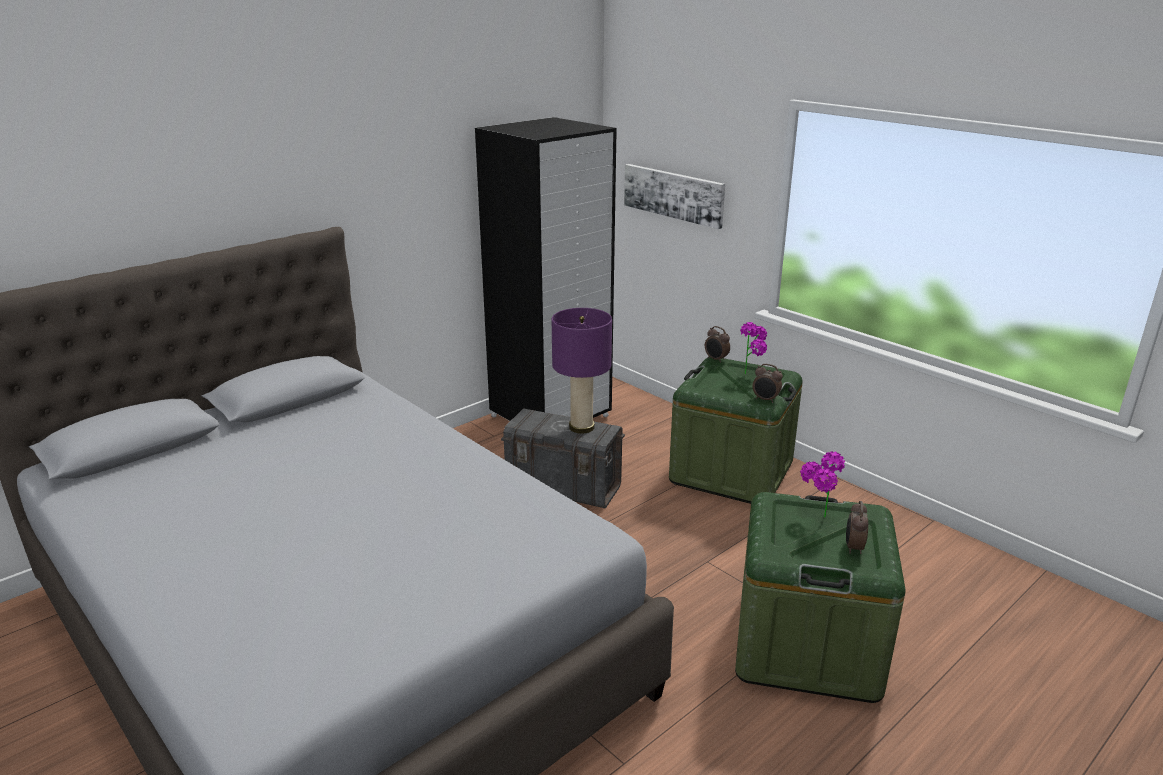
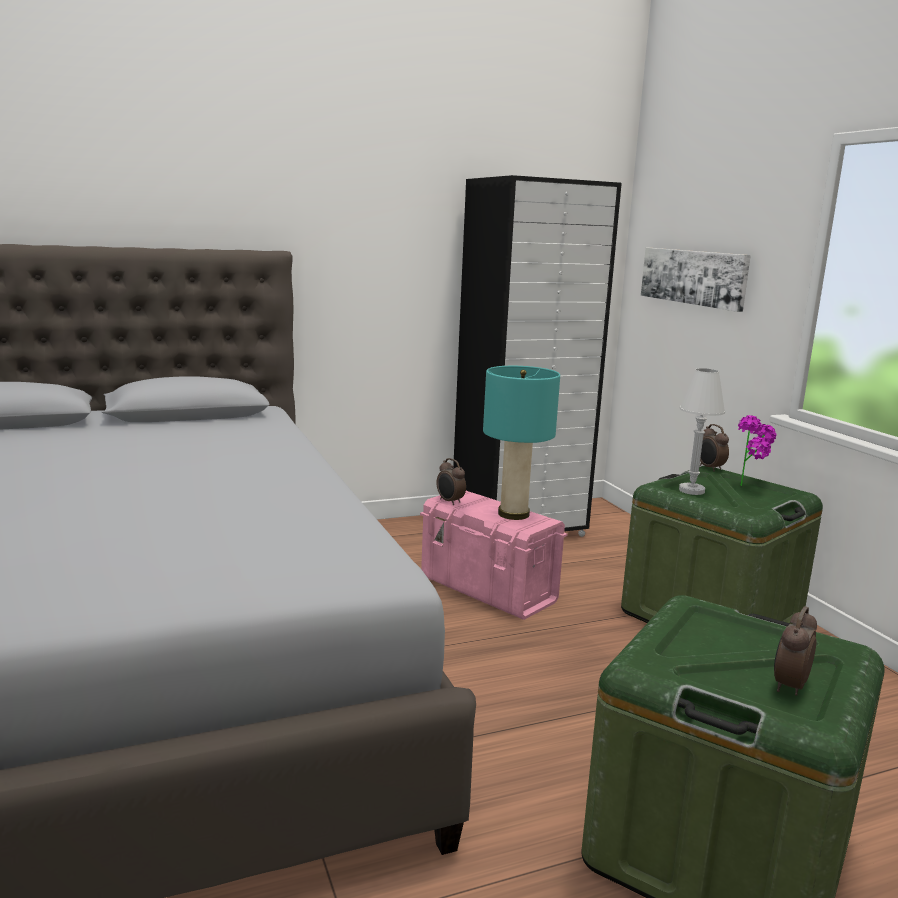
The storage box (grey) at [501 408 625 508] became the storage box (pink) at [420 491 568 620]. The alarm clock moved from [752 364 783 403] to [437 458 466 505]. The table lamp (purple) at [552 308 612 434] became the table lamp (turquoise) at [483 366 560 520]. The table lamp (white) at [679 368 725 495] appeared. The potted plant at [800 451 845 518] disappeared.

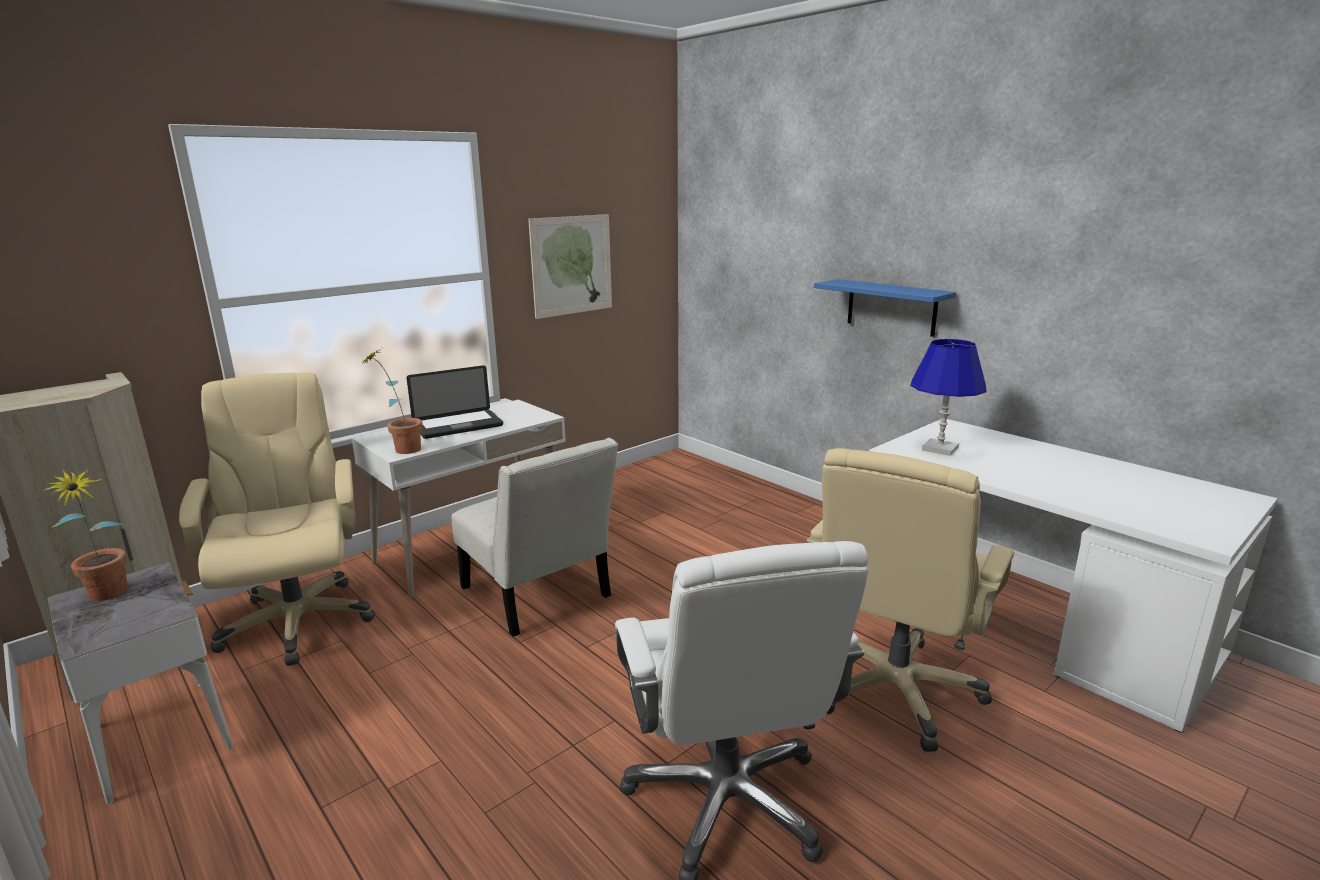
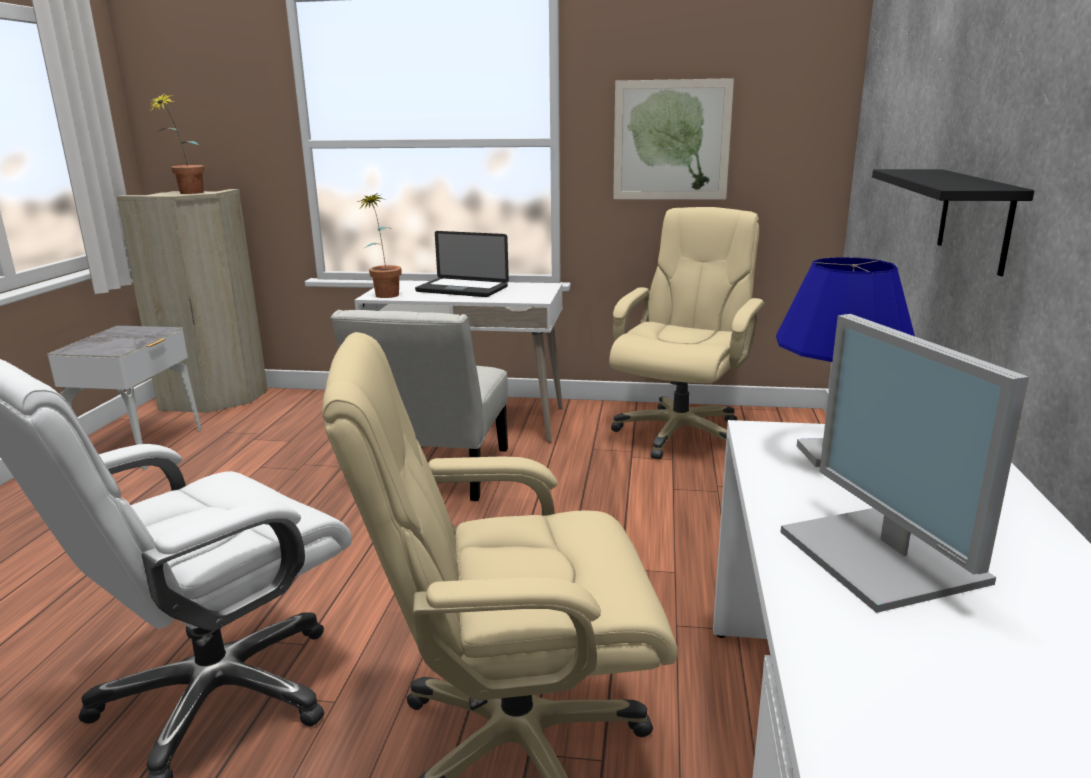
The potted plant moved from [44 470 128 601] to [151 94 204 194]. The office chair (beige) moved from [179 372 375 666] to [609 207 765 459]. The monitor at [781 314 1029 613] appeared. The shelf (blue) at [814 279 956 337] became the shelf (black) at [872 169 1034 276].

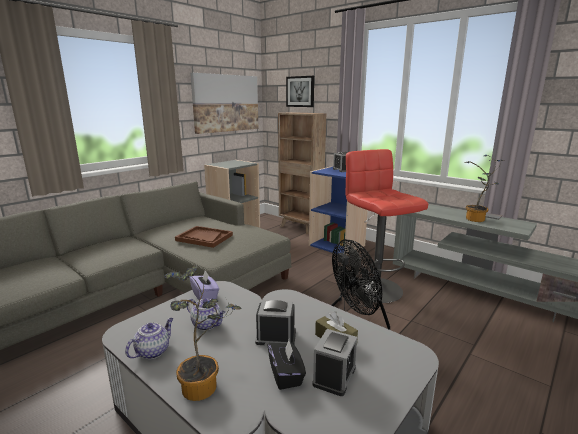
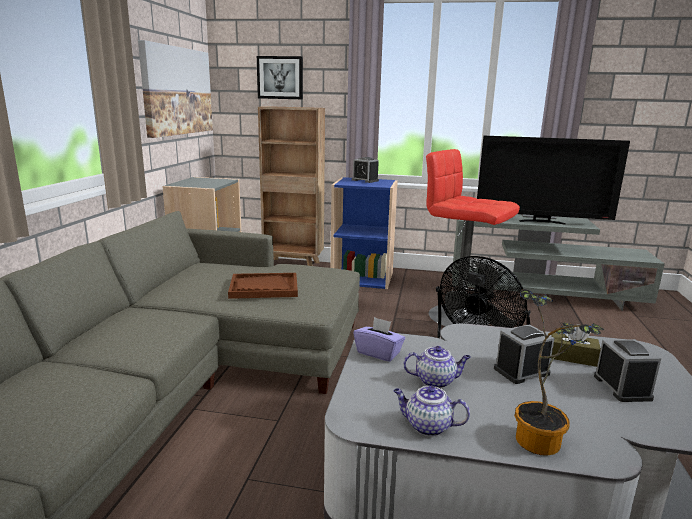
The teapot at [125 318 173 359] turned 75 degrees counterclockwise. The potted plant at [464 155 503 222] was replaced by the television at [477 135 630 225]. The tissue box (black) at [268 340 306 390] disappeared.

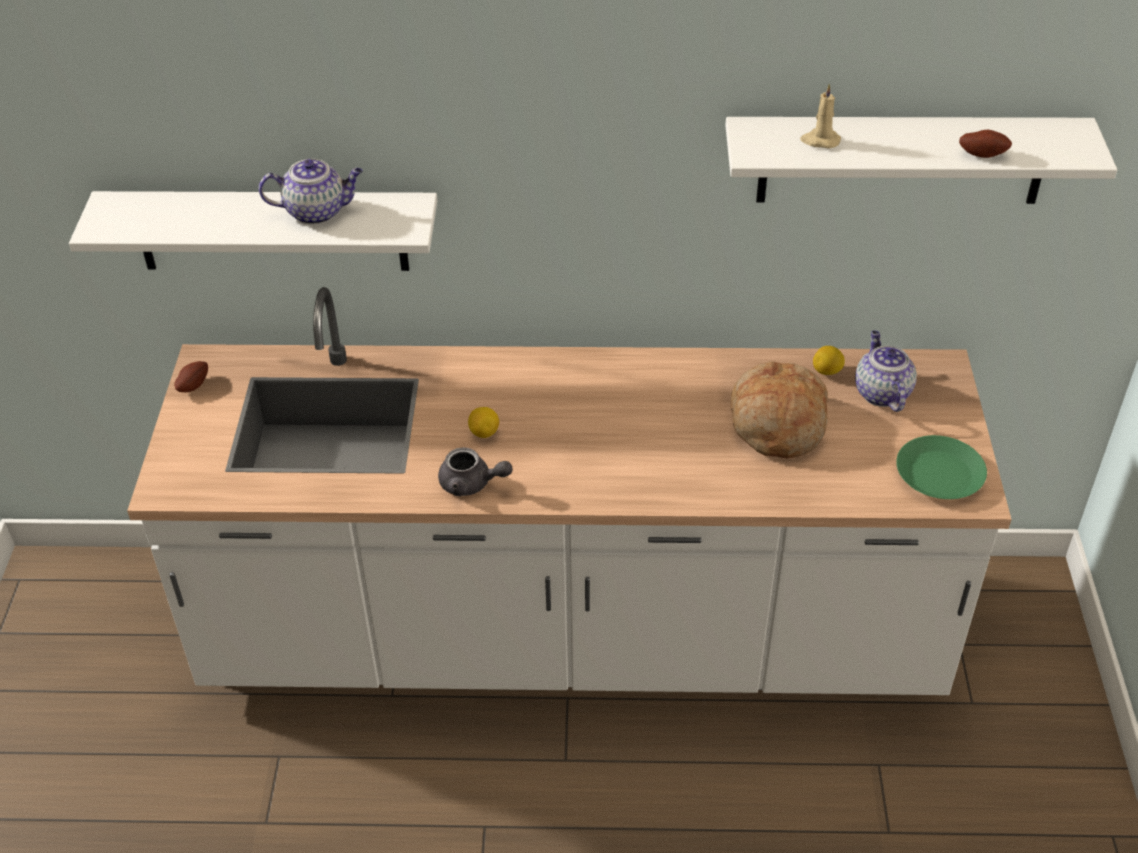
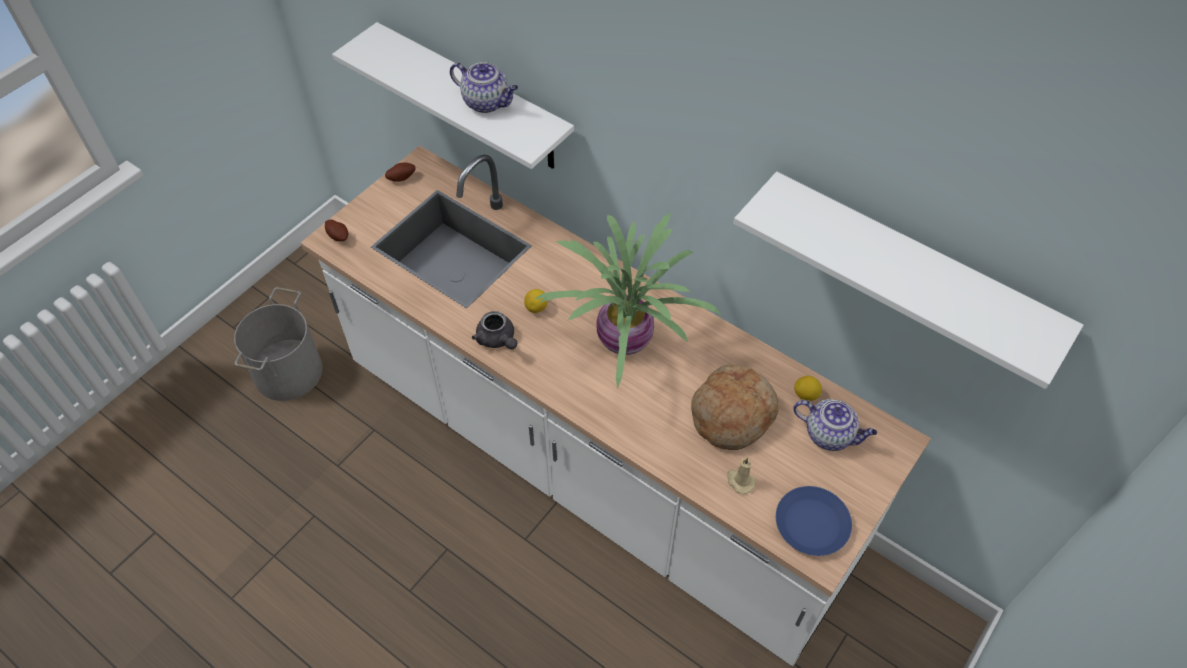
The bucket (grey) at [234 287 323 401] appeared. The potato moved from [959 129 1012 158] to [325 220 348 242]. The potted plant at [535 212 722 389] appeared. The candle (beige) moved from [800 84 841 148] to [727 458 756 494]. The plate (green) at [896 435 987 499] became the plate (blue) at [776 486 852 556]. The teapot at [855 331 917 412] turned 90 degrees clockwise.

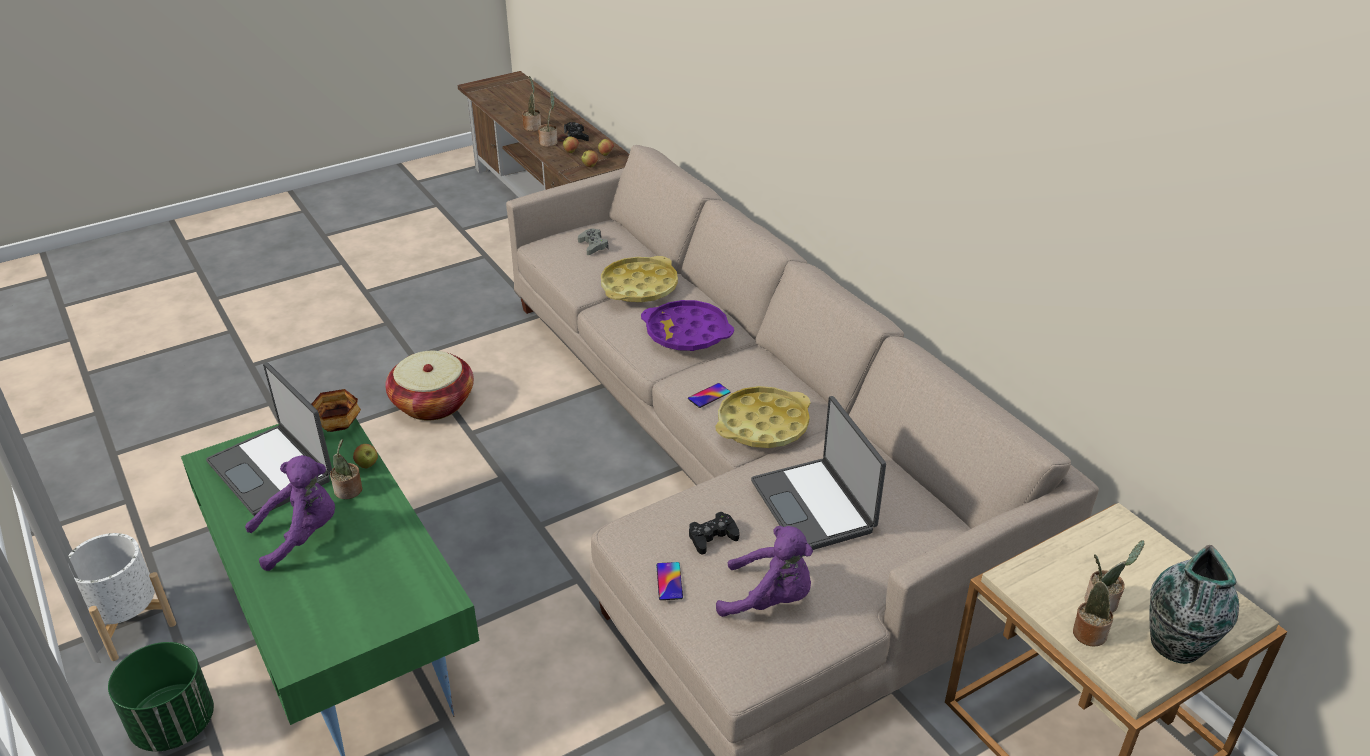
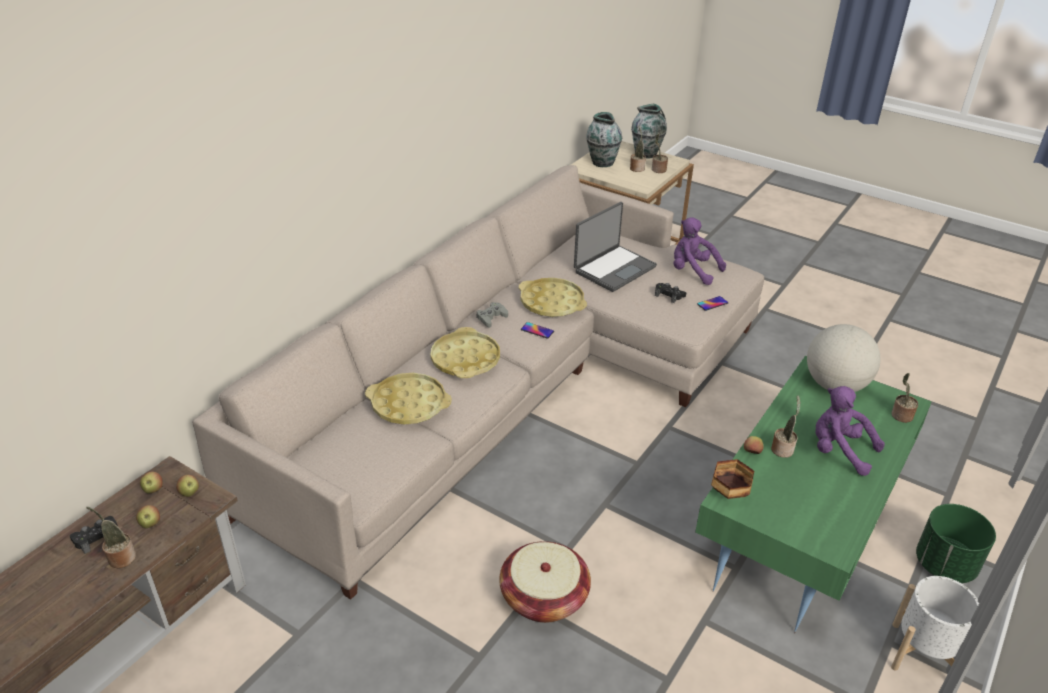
The tray (purple) at [641 300 734 351] became the tray (yellow) at [431 327 500 378]. The game controller (grey) moved from [578 229 609 255] to [476 302 508 328]. The vase at [586 112 622 167] appeared. The plush toy (purple) at [716 526 813 617] turned 45 degrees counterclockwise. The globe at [807 324 881 392] appeared. The potted plant moved from [522 76 541 131] to [891 373 918 423]. The laptop at [206 362 332 516] disappeared.

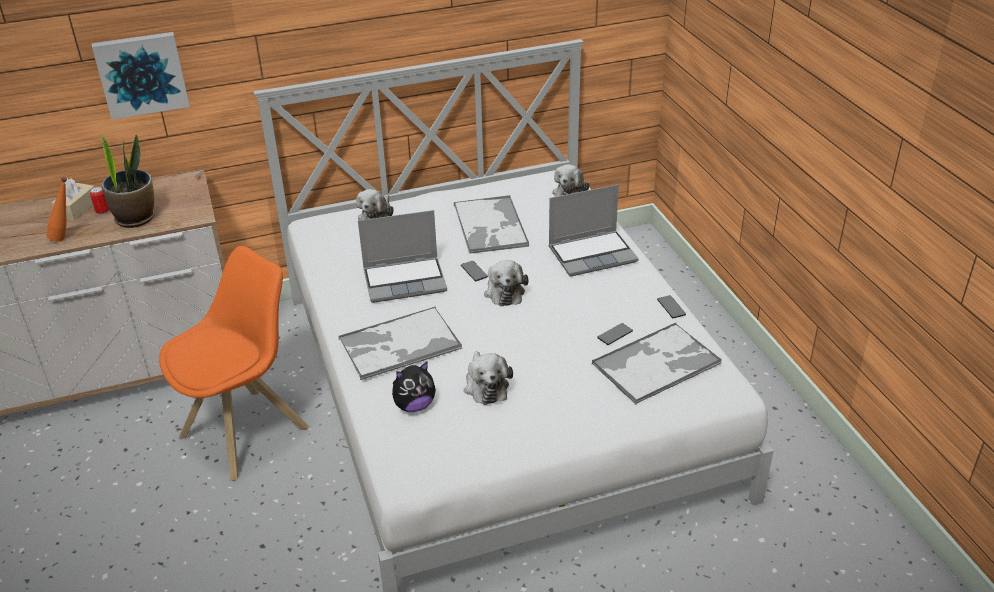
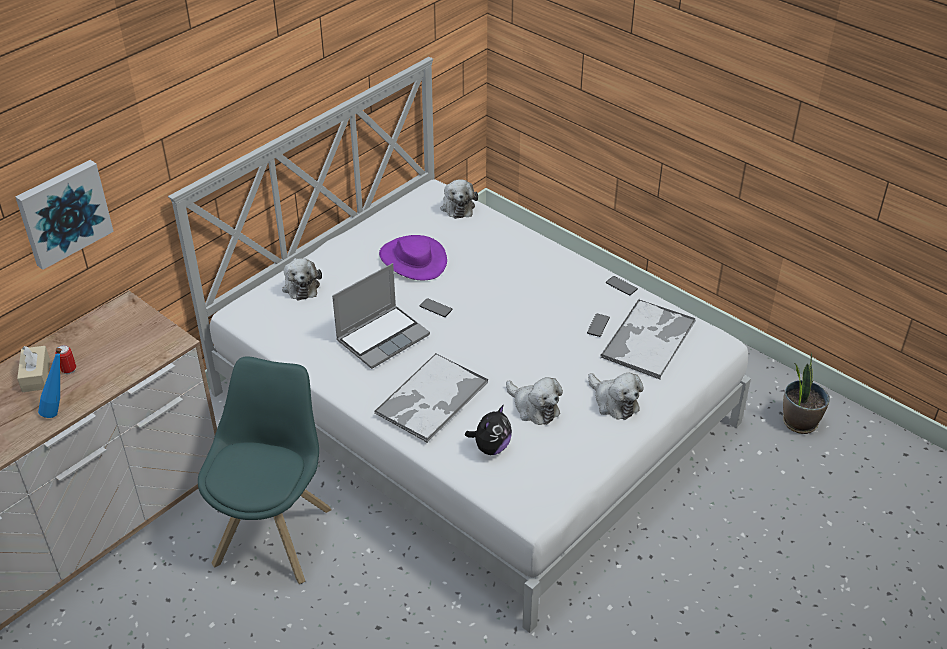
The bottle (orange) at [46 177 67 242] became the bottle (blue) at [38 348 62 418]. The chair (orange) at [159 246 308 481] became the chair (turquoise) at [198 356 332 584]. The tray at [454 195 529 254] was replaced by the hat (purple) at [379 235 447 280]. The plush toy moved from [484 260 529 306] to [588 373 644 420]. The potted plant moved from [100 133 154 228] to [783 353 829 434]. The laptop at [549 184 639 277] disappeared.

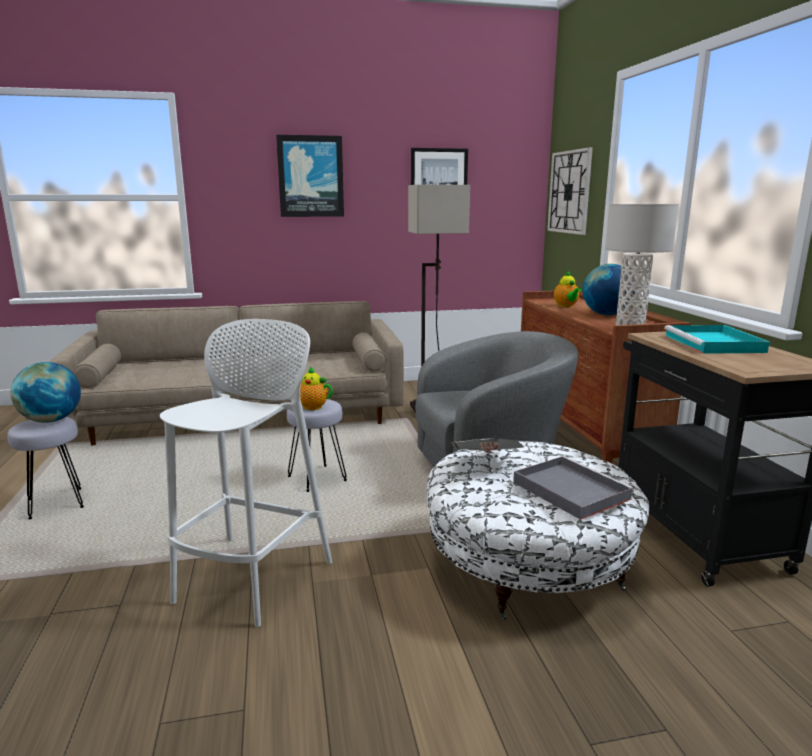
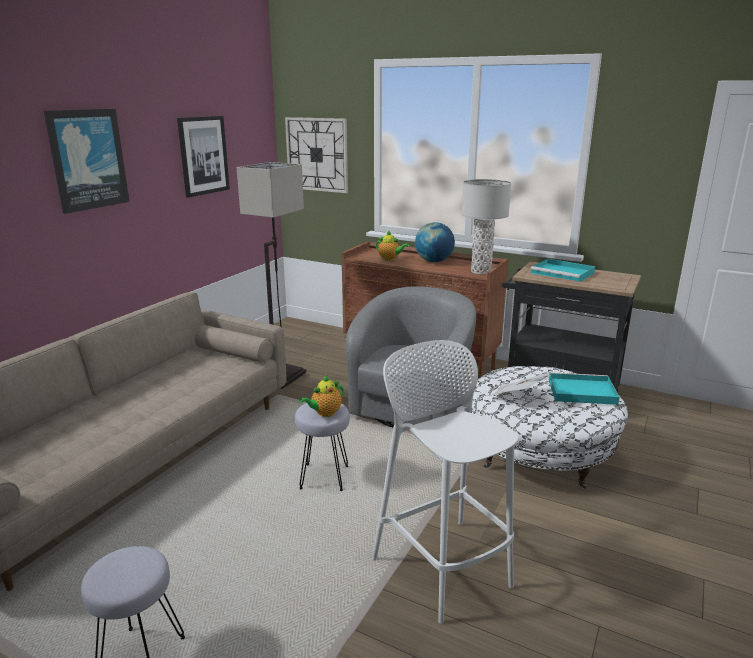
The tray (grey) at [513 456 634 520] became the tray (turquoise) at [548 372 620 405]. The globe at [11 362 81 423] disappeared.

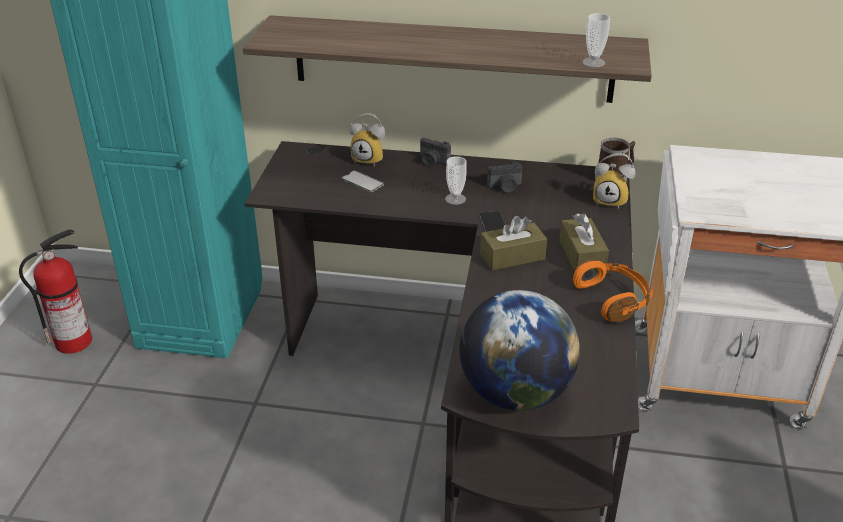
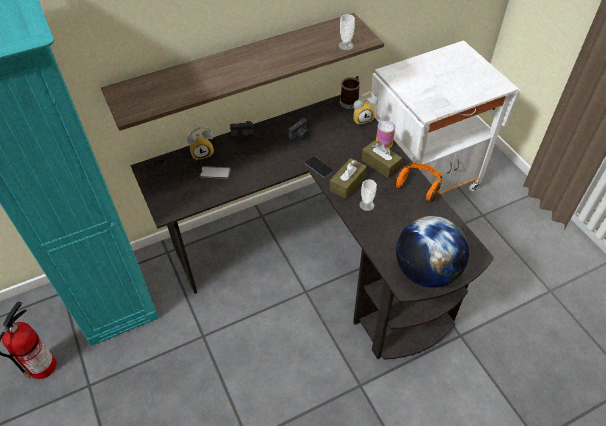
The cup moved from [445 156 467 205] to [360 179 377 211]. The can at [376 121 395 149] appeared.

